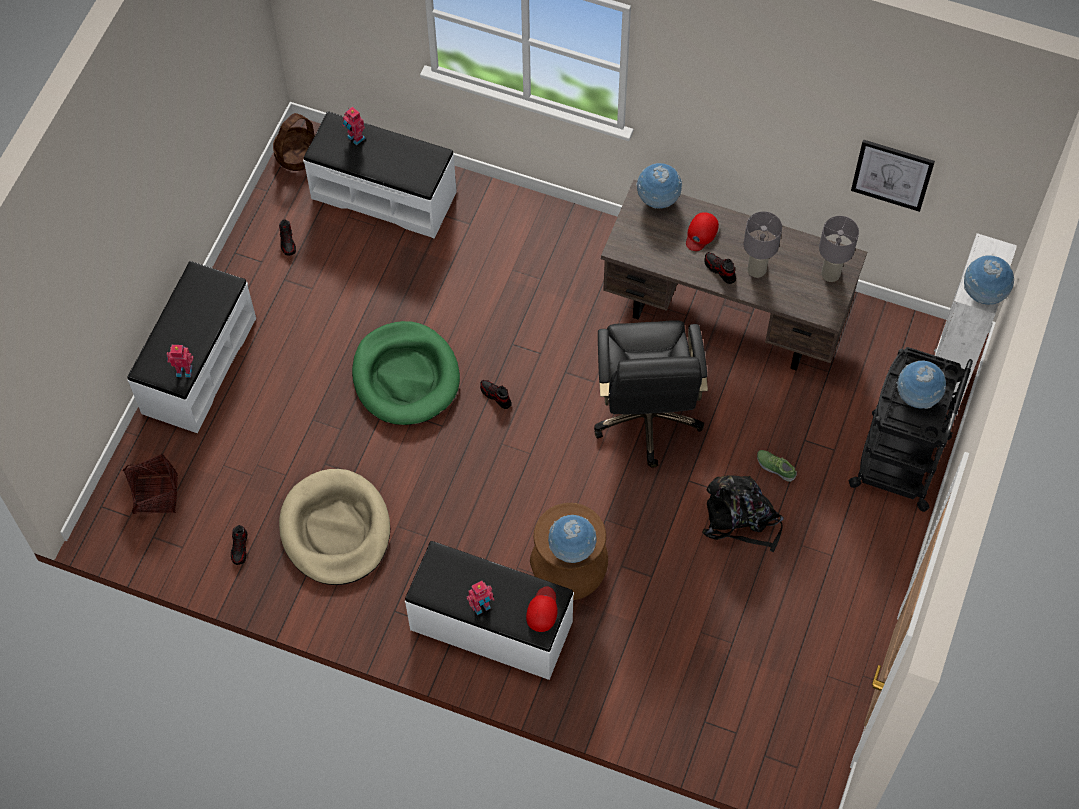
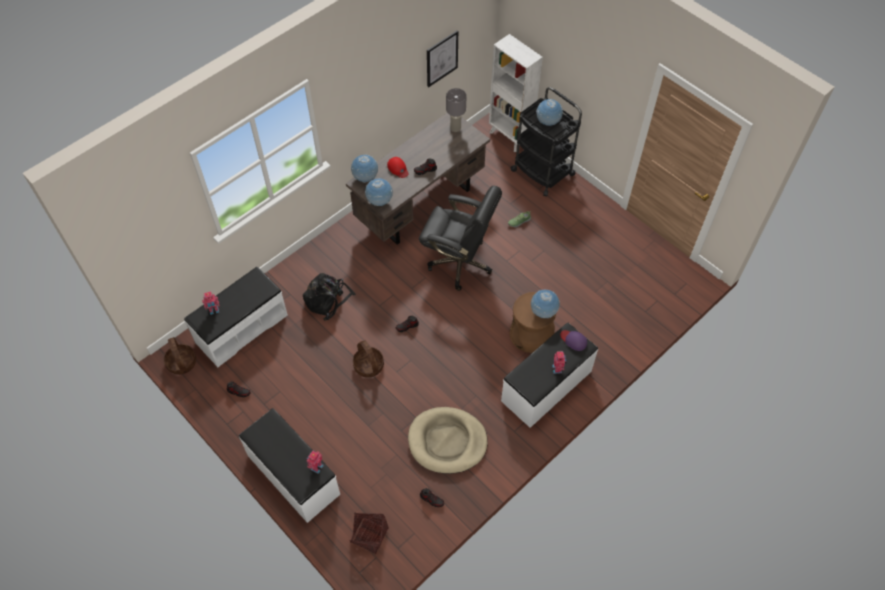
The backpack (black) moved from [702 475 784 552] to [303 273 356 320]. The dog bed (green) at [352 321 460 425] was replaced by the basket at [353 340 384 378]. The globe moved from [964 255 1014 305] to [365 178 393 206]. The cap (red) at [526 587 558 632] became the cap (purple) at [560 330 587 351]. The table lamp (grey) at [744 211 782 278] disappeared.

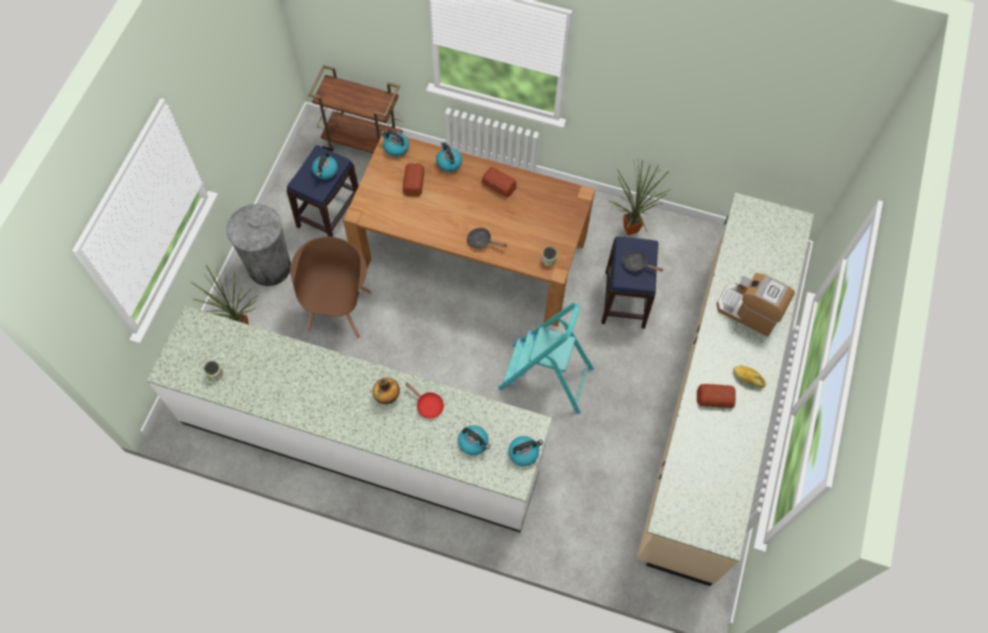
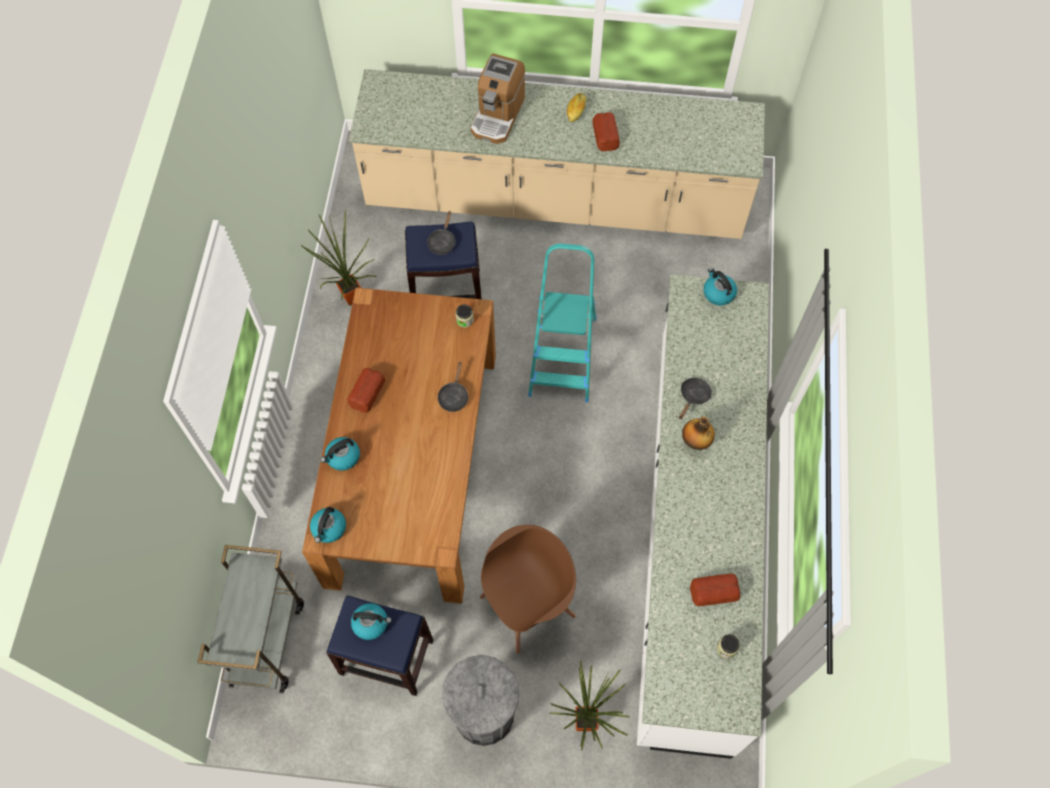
The cart (brown) at [308 65 403 153] became the cart (grey) at [197 545 304 693]. The chair (brown) at [290 236 371 338] turned 150 degrees clockwise. The frying pan (red) at [405 383 444 419] became the frying pan (black) at [679 378 712 419]. The bread moved from [403 163 424 197] to [690 574 740 606]. The kettle at [458 425 490 455] disappeared.

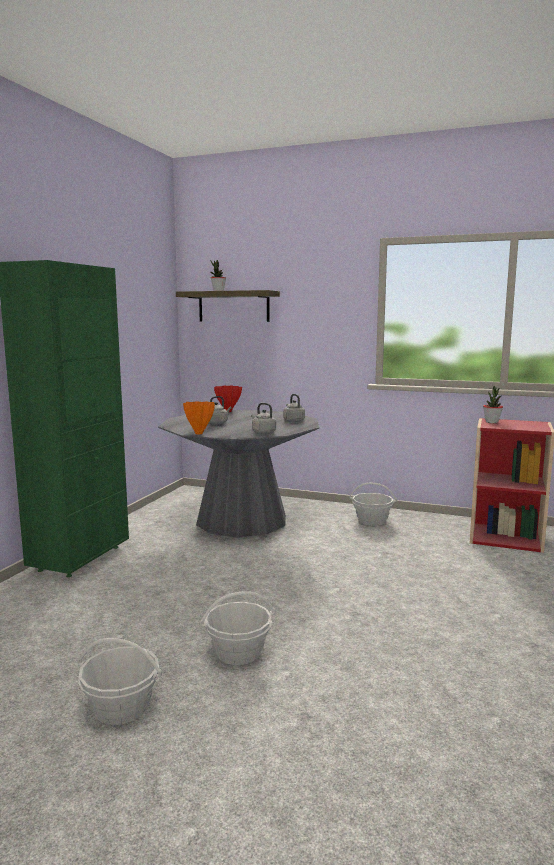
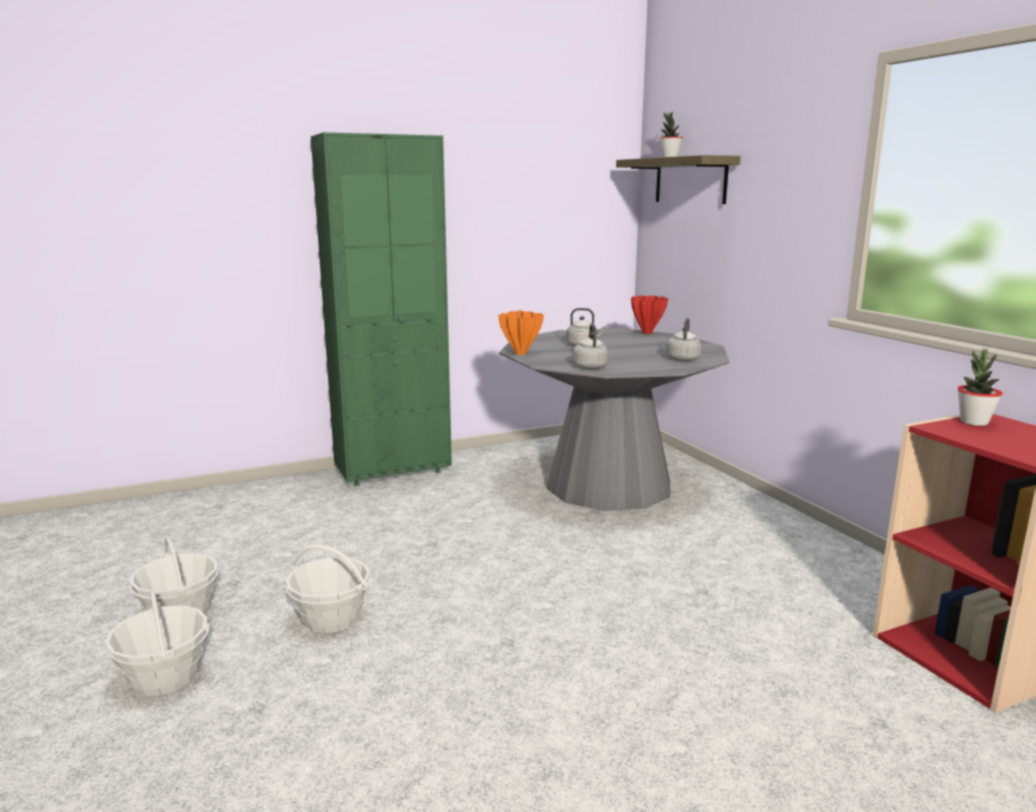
The basket moved from [349 483 397 526] to [105 589 209 696].

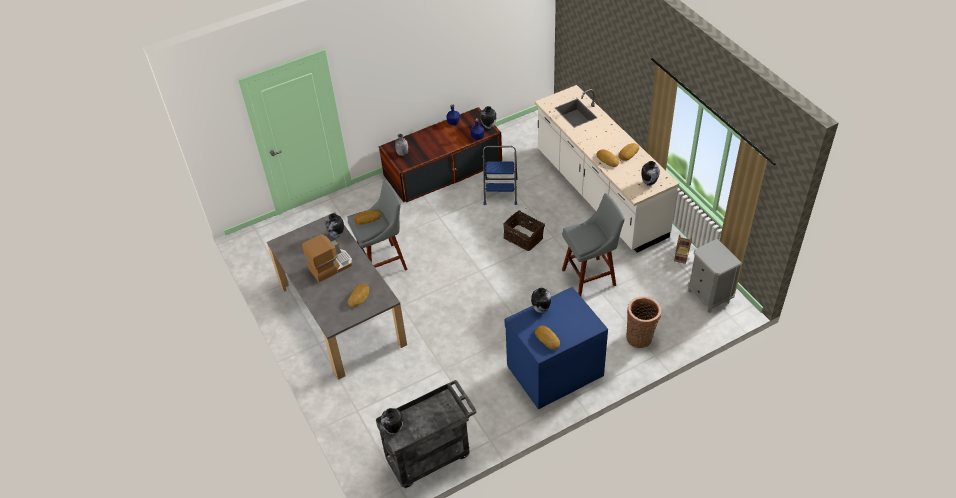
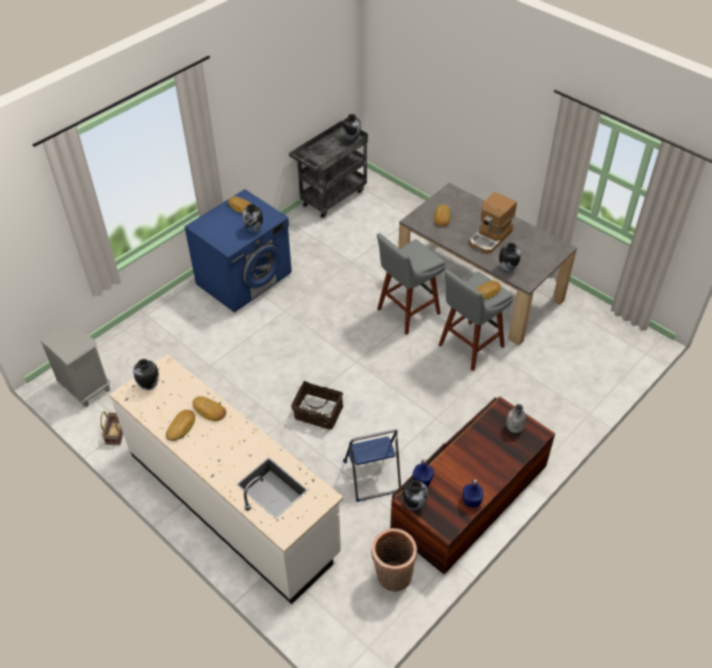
The basket moved from [626 297 661 348] to [371 528 417 592]. The stool (grey) moved from [562 193 625 296] to [377 233 445 335].

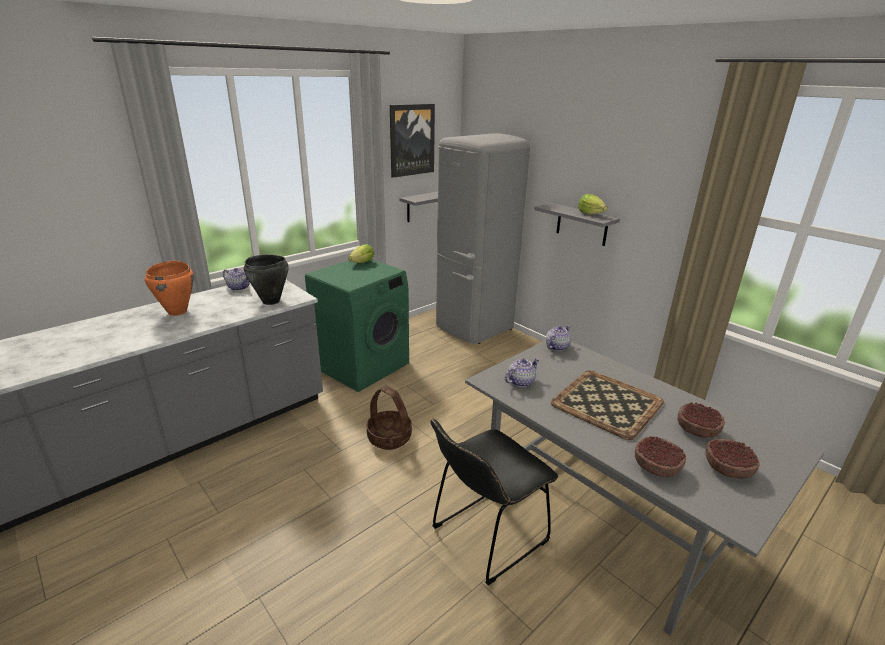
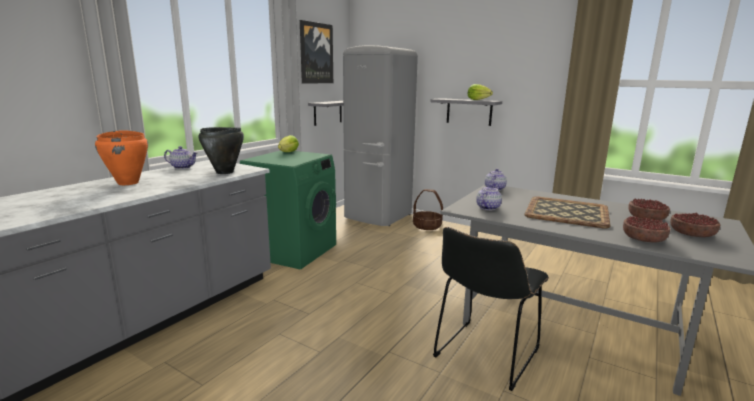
The basket moved from [367 386 412 450] to [413 189 443 230].

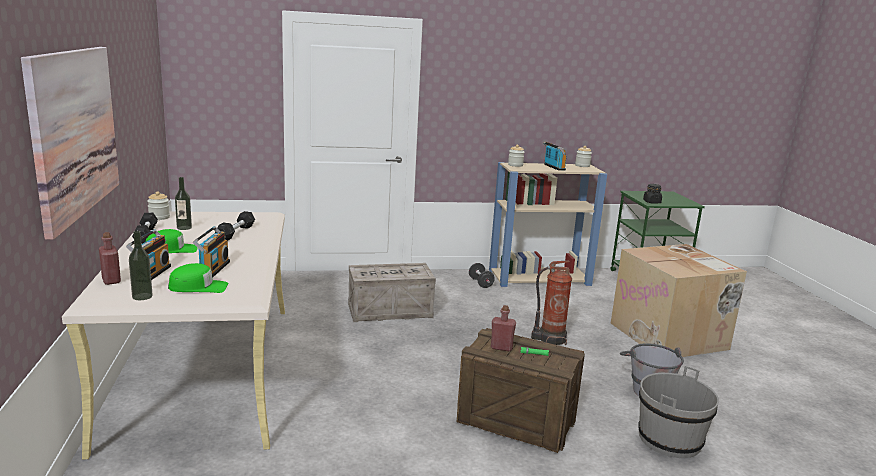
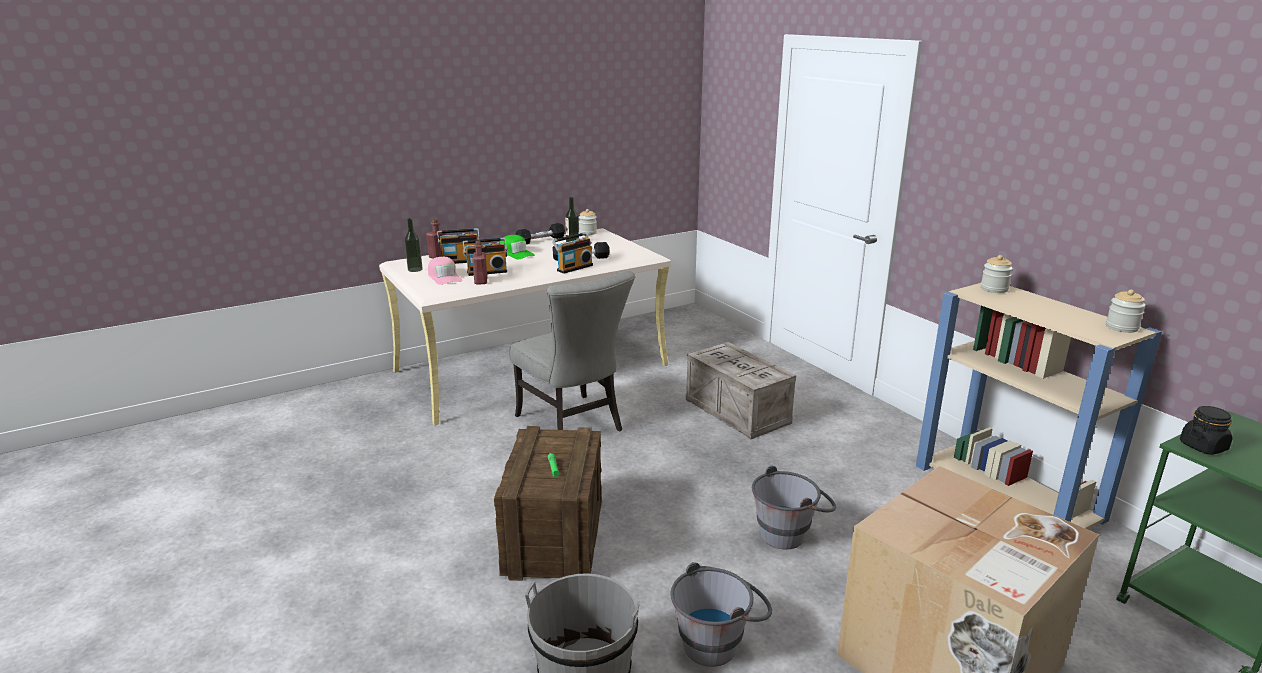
The cap (green) at [168 263 228 293] became the cap (pink) at [428 257 462 285]. The bottle (red) moved from [491 305 516 351] to [472 241 487 285]. The chair (grey) at [509 270 635 432] appeared. The radio moved from [544 142 567 171] to [552 232 593 274]. The fire extinguisher at [531 261 572 345] was replaced by the bucket (grey) at [752 465 836 550]. The picture at [21 47 119 240] disappeared. The dumbbell (black) at [469 263 495 288] disappeared.

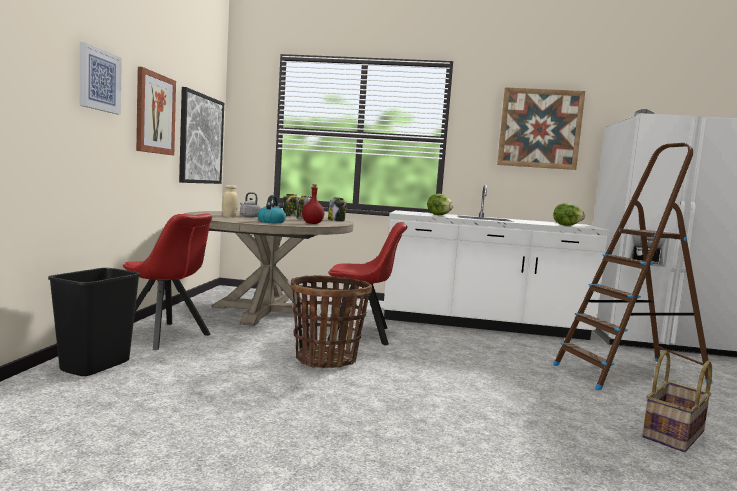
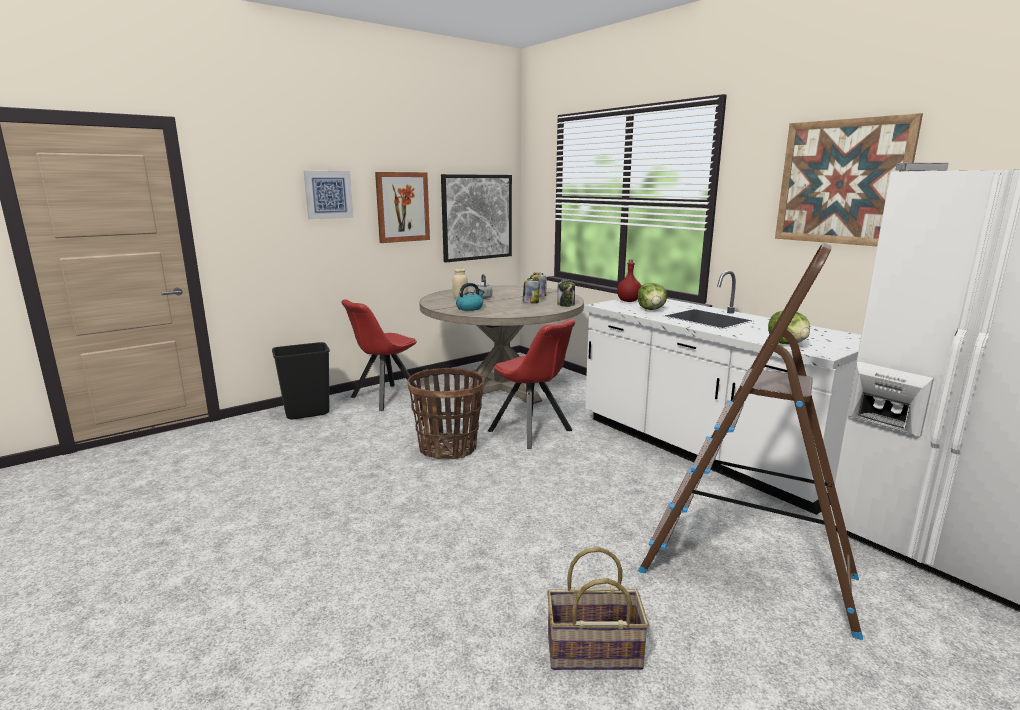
The chair (red) at [123 213 212 350] turned 60 degrees clockwise. The bottle (red) moved from [302 184 324 224] to [617 259 641 302].

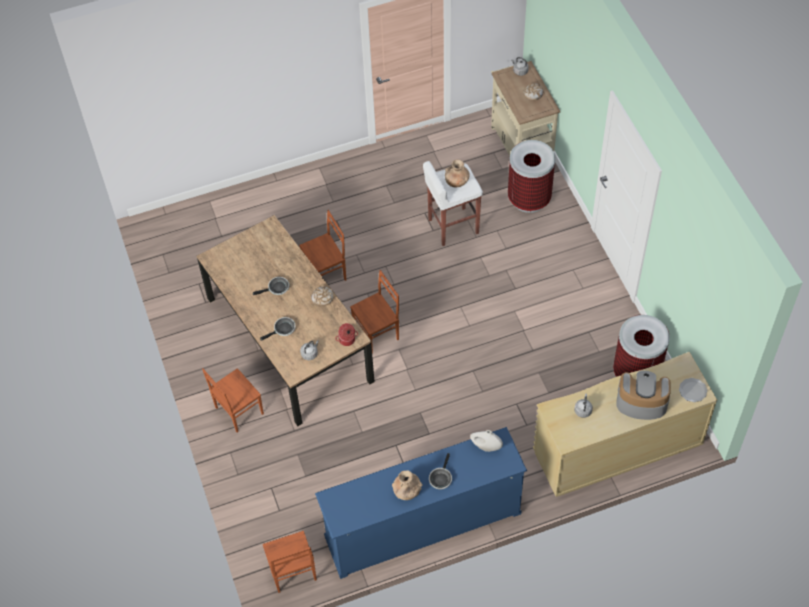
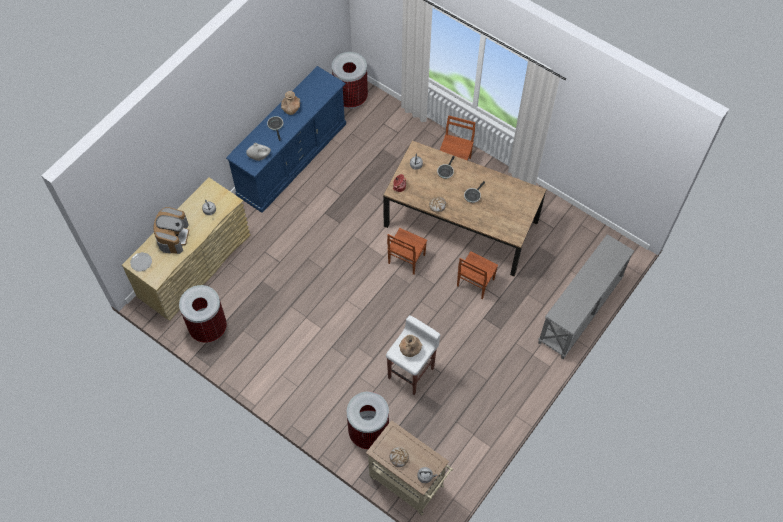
The coffee machine at [616 371 671 420] turned 60 degrees counterclockwise. The chair (brown) at [263 531 317 593] was replaced by the trash can at [332 52 368 109]. The console table (grey) at [538 234 634 359] appeared.

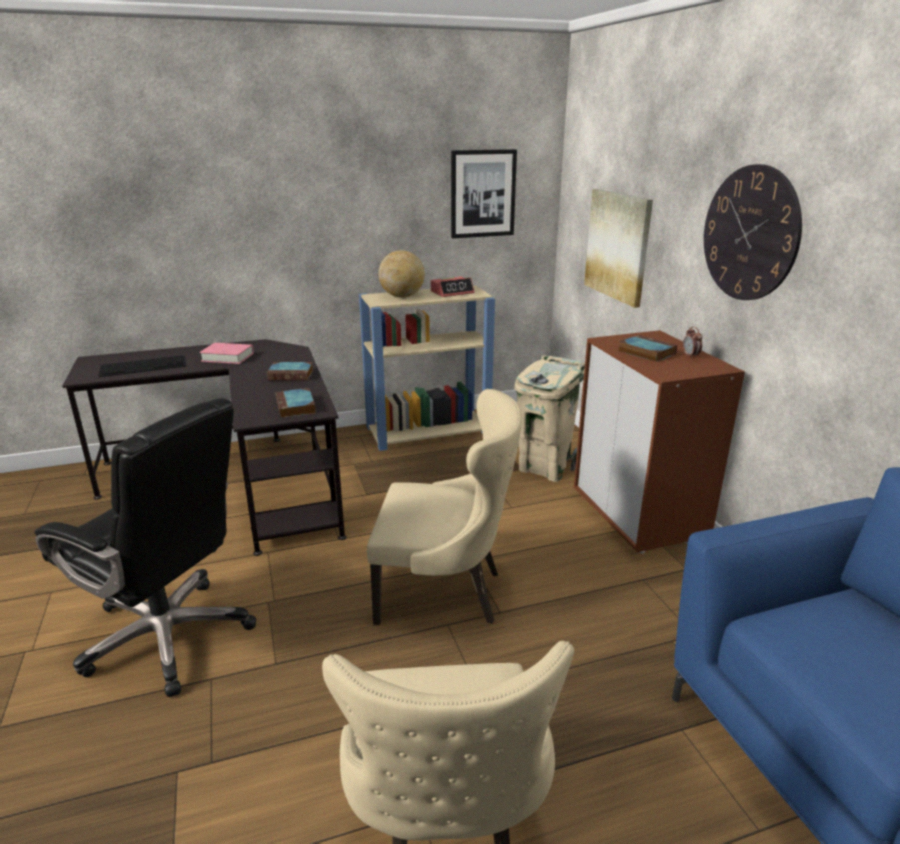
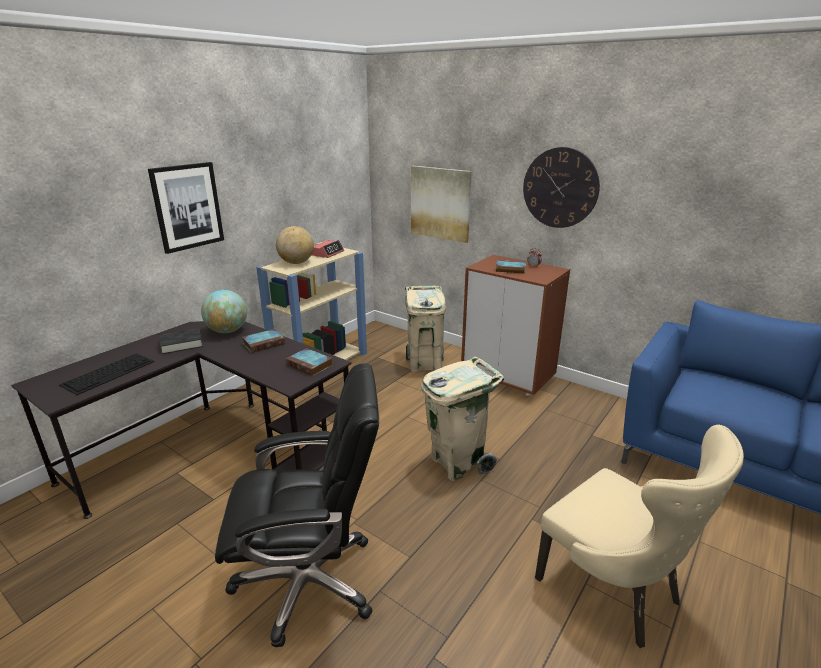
The picture moved from [451 149 517 238] to [148 162 224 254]. The book (pink) at [200 343 254 364] became the book (black) at [159 328 203 354]. The globe at [201 290 247 333] appeared. The chair (beige) at [367 389 522 625] was replaced by the trash can (beige) at [421 357 504 481].

